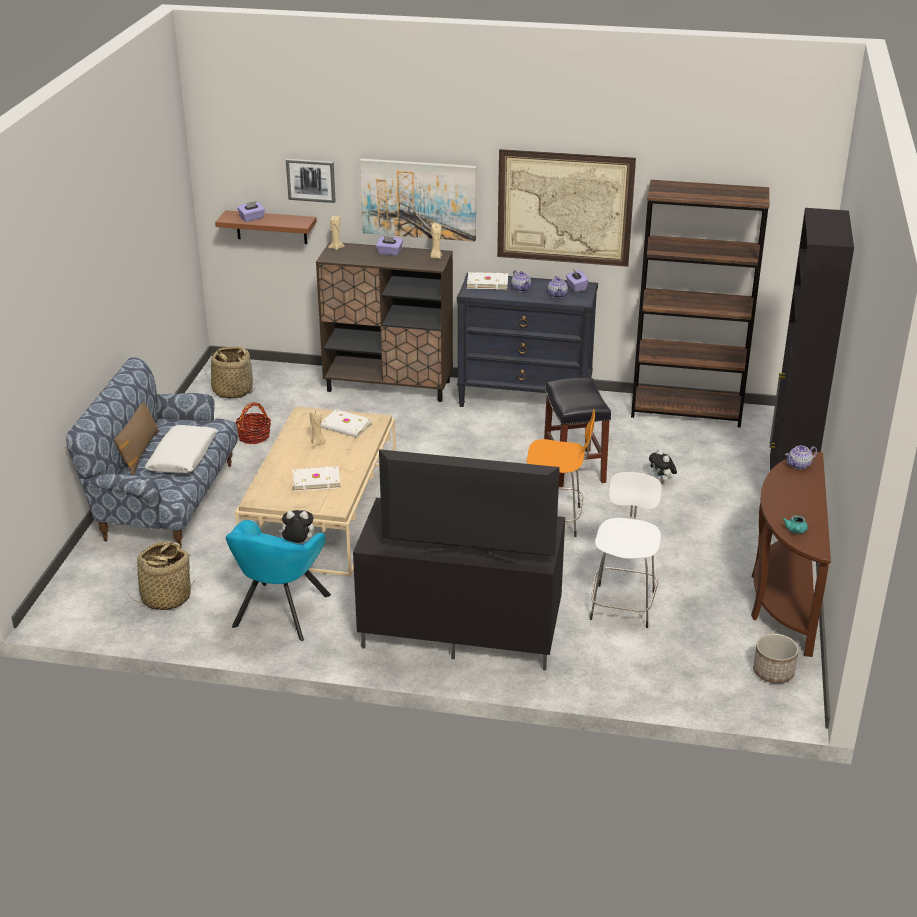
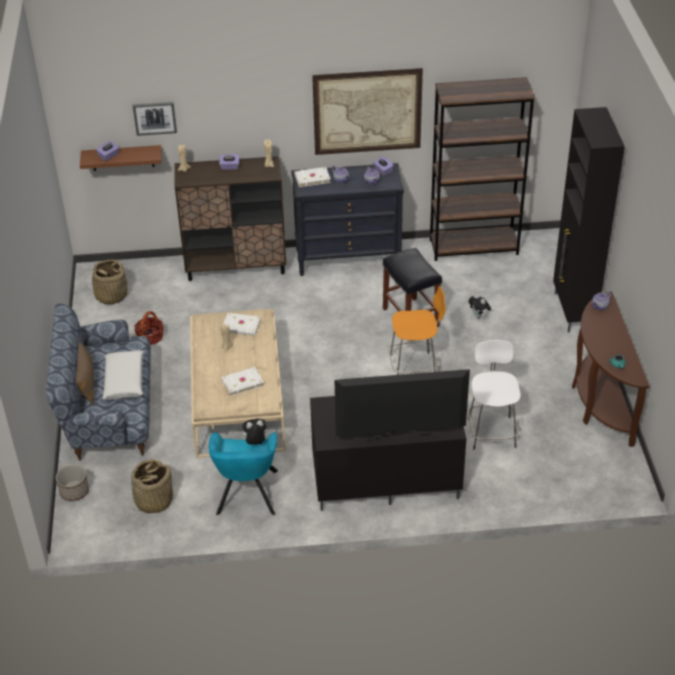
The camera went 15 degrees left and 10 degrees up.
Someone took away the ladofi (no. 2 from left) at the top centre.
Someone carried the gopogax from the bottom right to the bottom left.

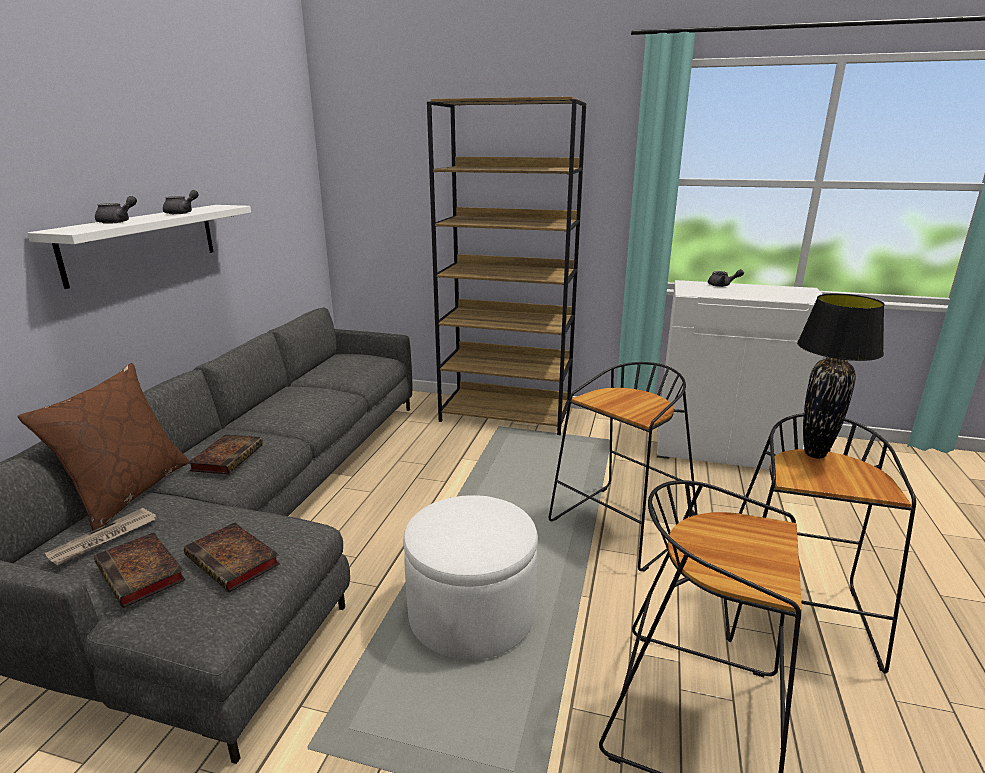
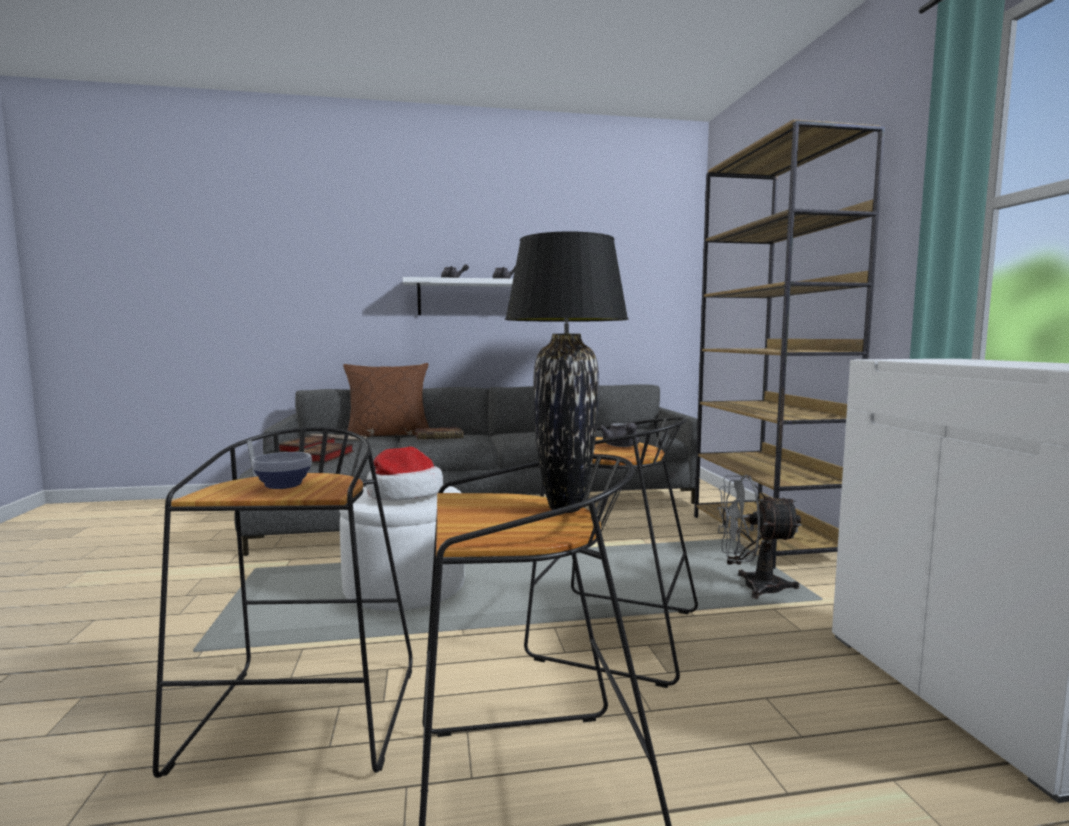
The camera went 65 degrees right and 15 degrees down.
Someone put down the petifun at the middle left.
Someone put down the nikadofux at the centre.
Someone put down the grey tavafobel at the middle right.
Someone carried the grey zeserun (no. 3 from left) from the middle right to the centre.

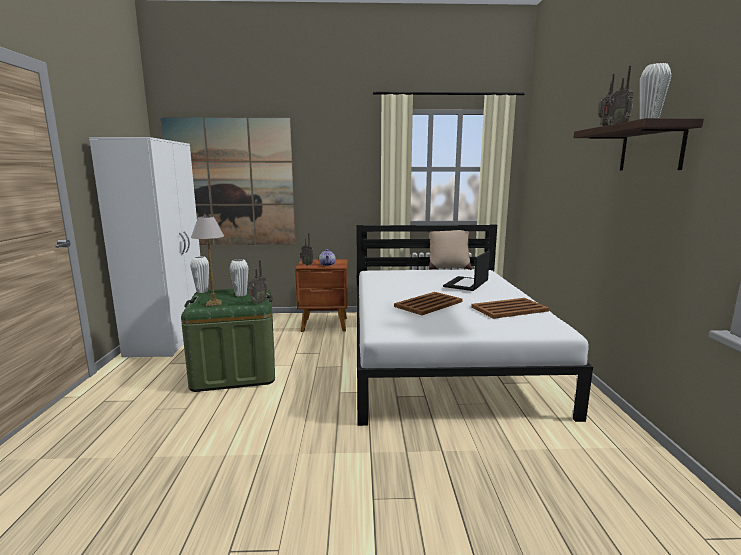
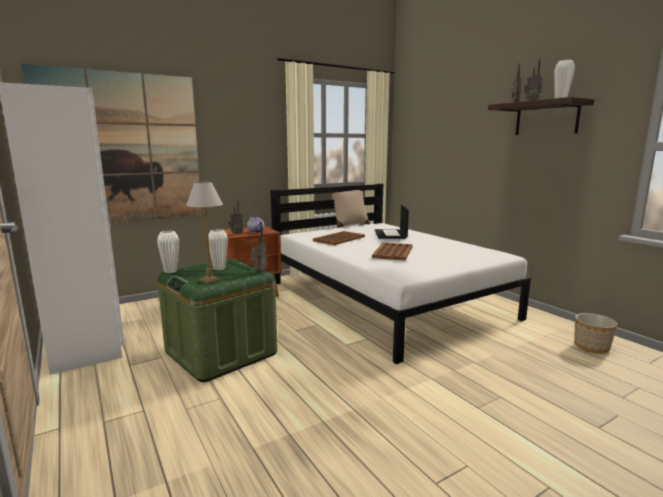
The camera went 30 degrees left and 0 degrees up.
Someone put down the gopogax at the bottom right.
Someone carried the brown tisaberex (no. 2 from left in the first image) from the middle right to the centre.

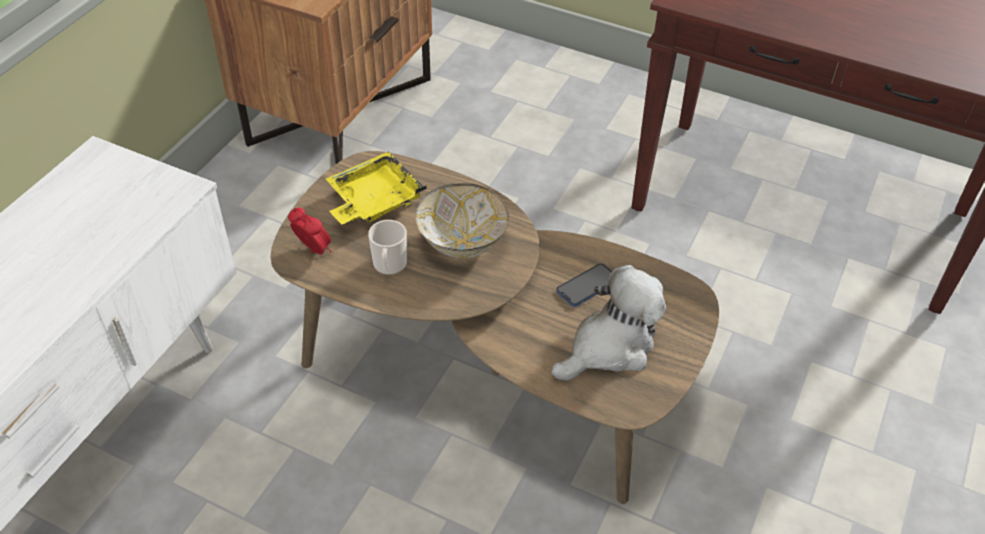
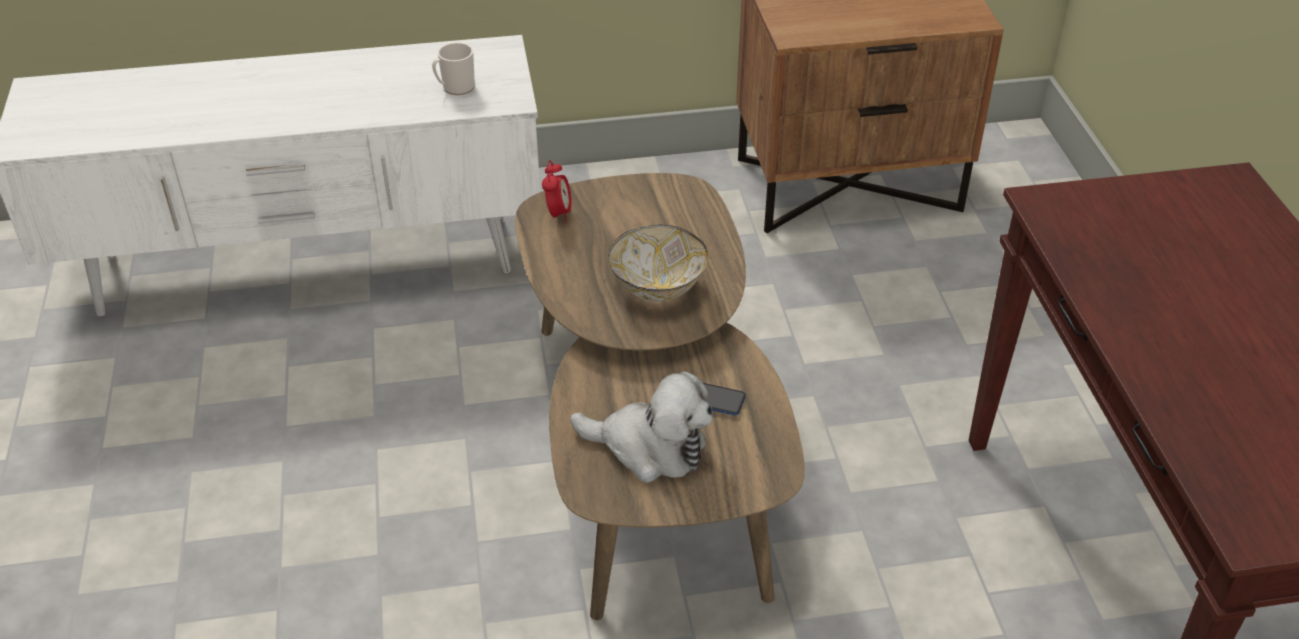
The camera went 55 degrees right and 5 degrees down.
Someone took away the yellow tisaberex at the centre.
Someone carried the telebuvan from the centre to the top centre.

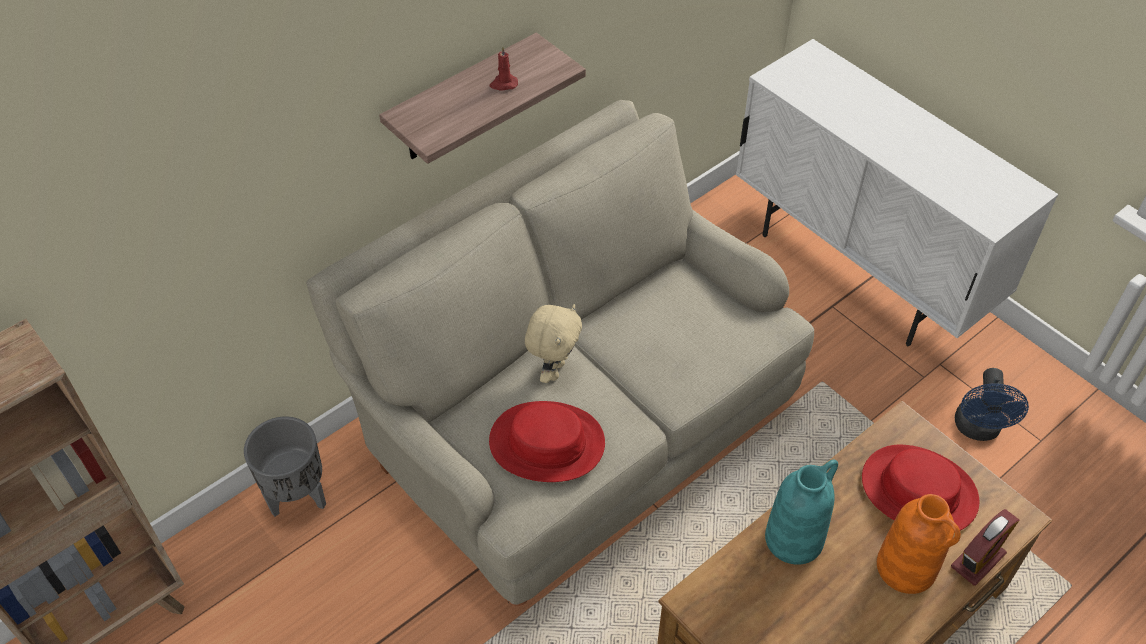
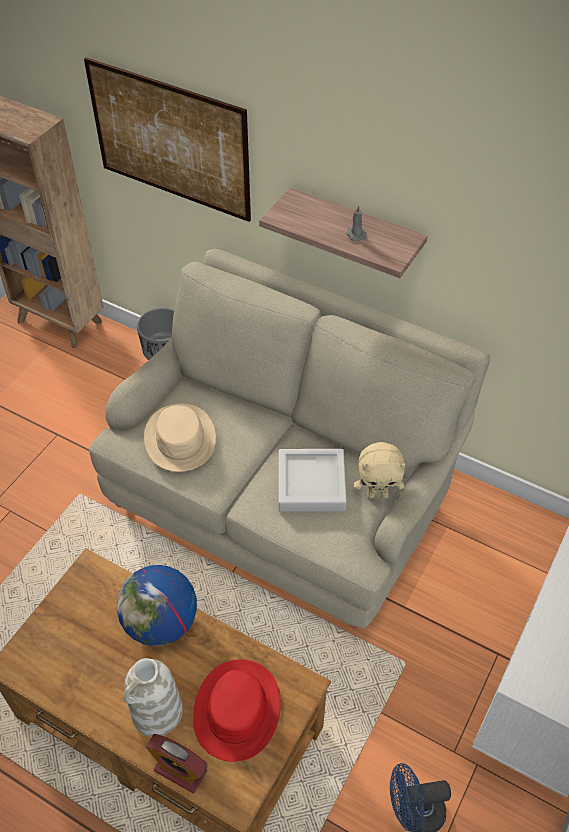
The camera went 70 degrees right and 0 degrees up.
Someone put up the ladofi at the top left.
Someone put down the grey tisaberex at the centre.
Someone carried the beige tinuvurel from the centre to the middle right.
Someone swapped the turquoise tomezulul at the bottom right for the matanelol at the bottom left.
Someone repainted the red nikadofux (no. 1 from left) at the bottom centre, which became the beige nikadofux at the middle left.
Someone repainted the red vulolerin at the top centre, which became the grey vulolerin at the top centre.
Someone repainted the orange tomezulul at the bottom right, which became the white tomezulul at the bottom left.

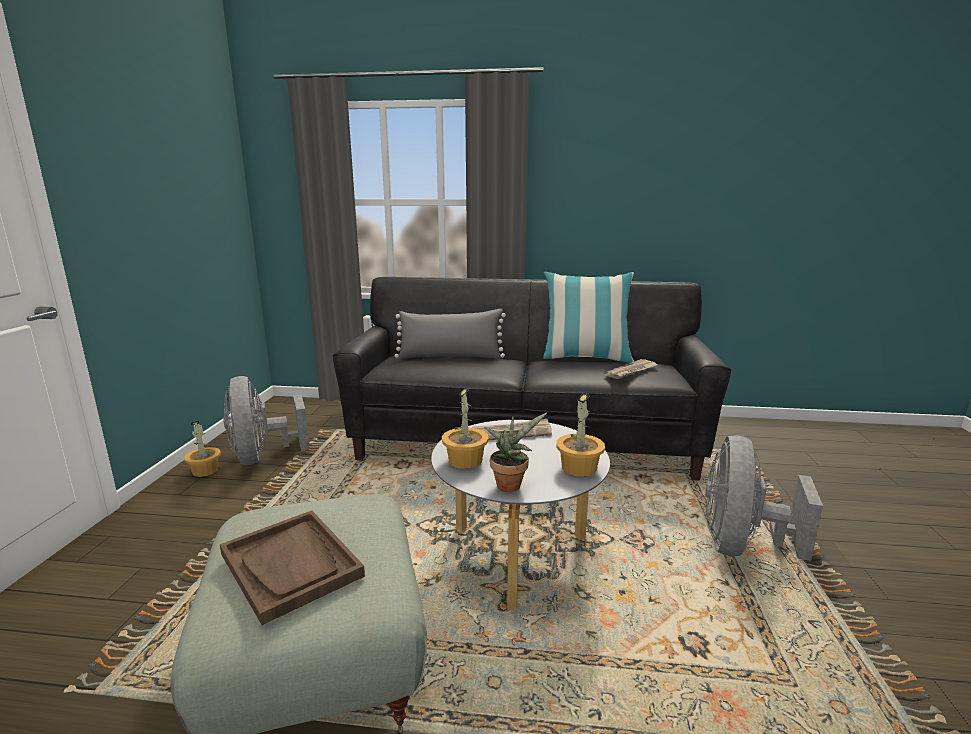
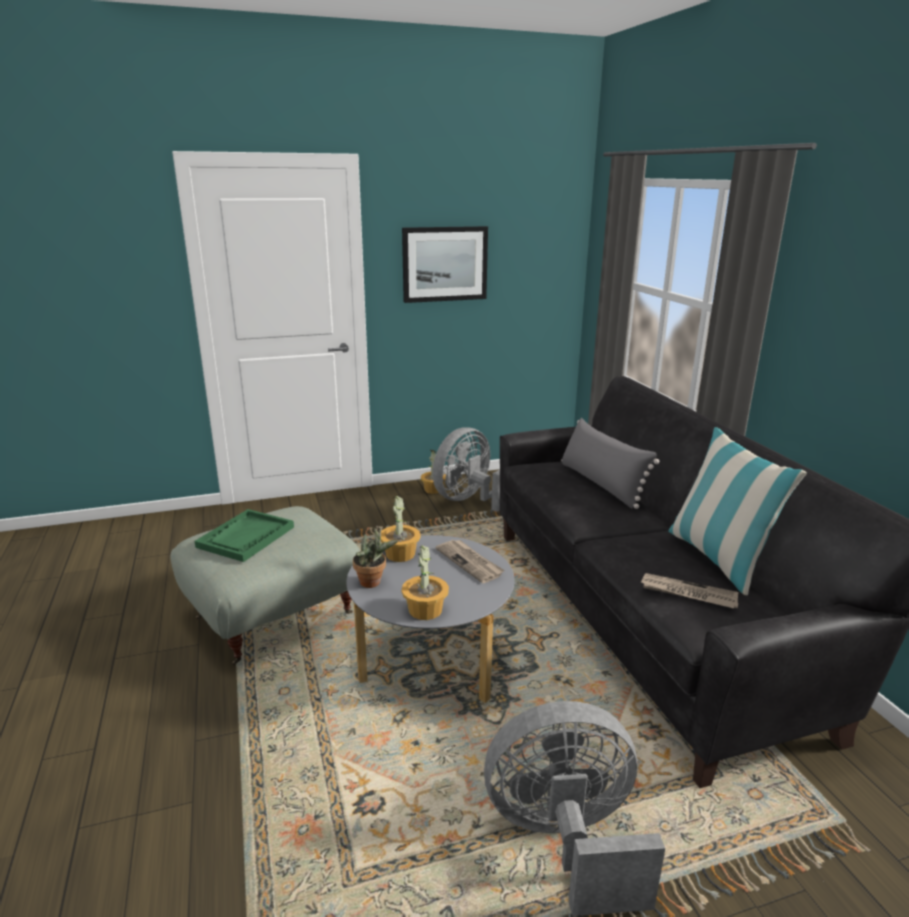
The camera went 65 degrees right and 5 degrees up.
Someone put up the ladofi at the top centre.
Someone repainted the brown tisaberex at the bottom left, which became the green tisaberex at the middle left.

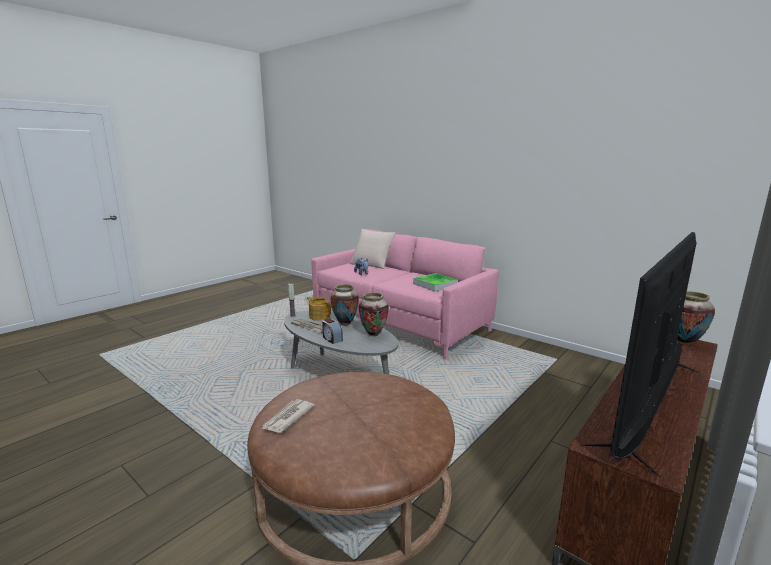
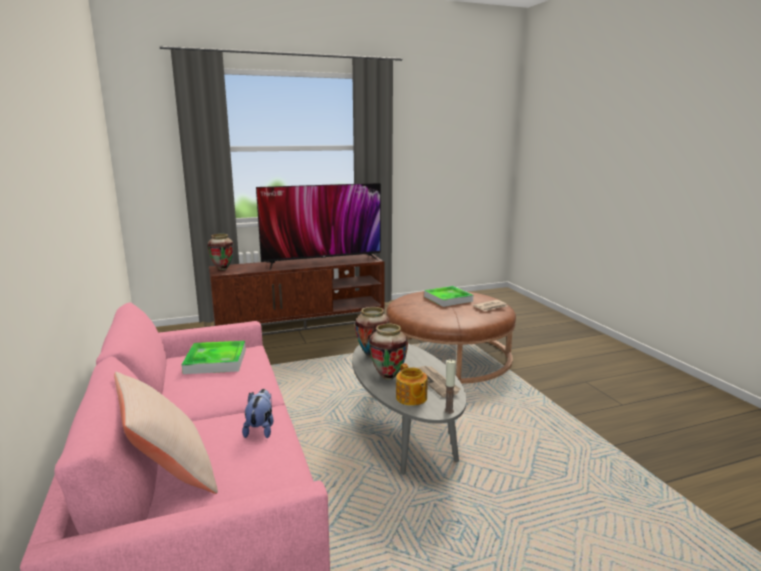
The camera went 150 degrees left and 0 degrees up.
Someone took away the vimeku at the centre.
Someone put down the tisaberex (no. 2 from left) at the centre.

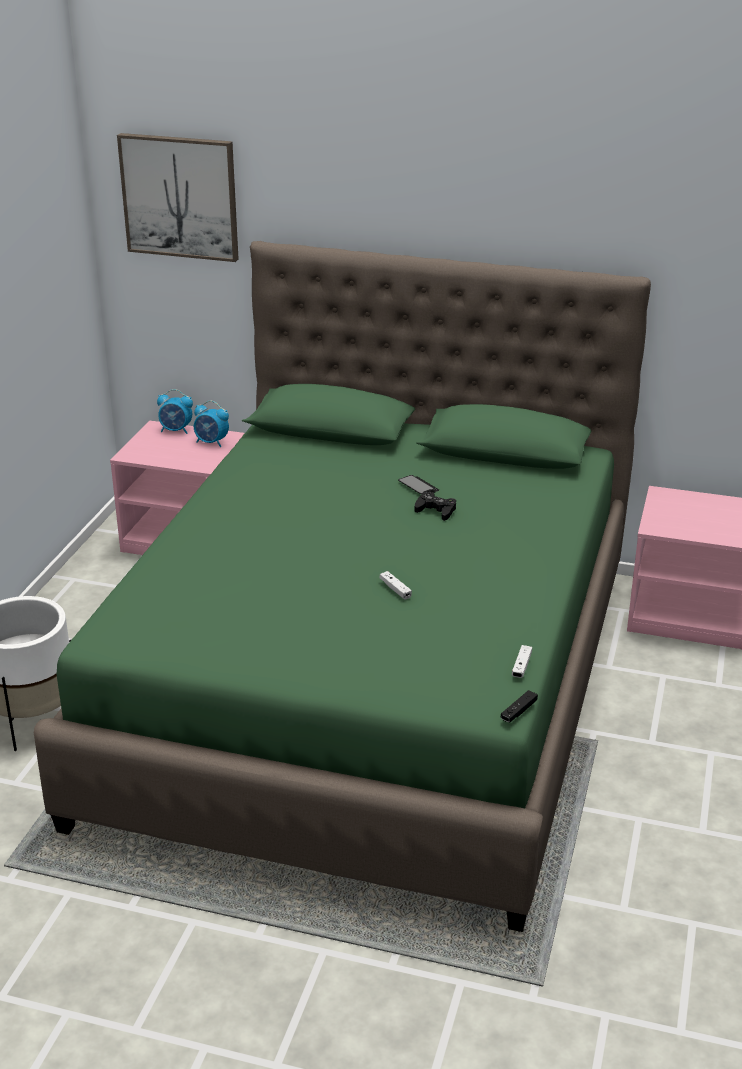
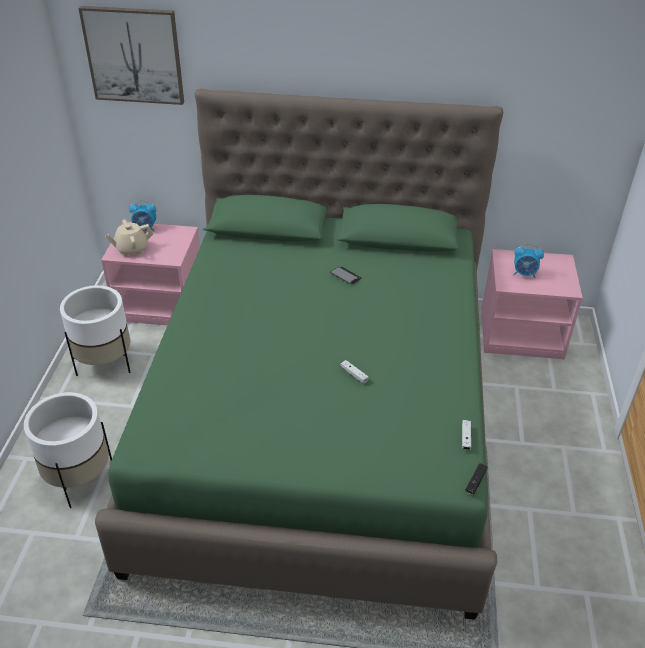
The camera went 10 degrees left and 10 degrees up.
Someone took away the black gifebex (no. 1 from left) at the centre.
Someone put down the white gopogax (no. 2 from left) at the middle left.
Someone put down the beige zeserun at the middle left.
Someone carried the vimeku (no. 2 from left) from the middle left to the middle right.

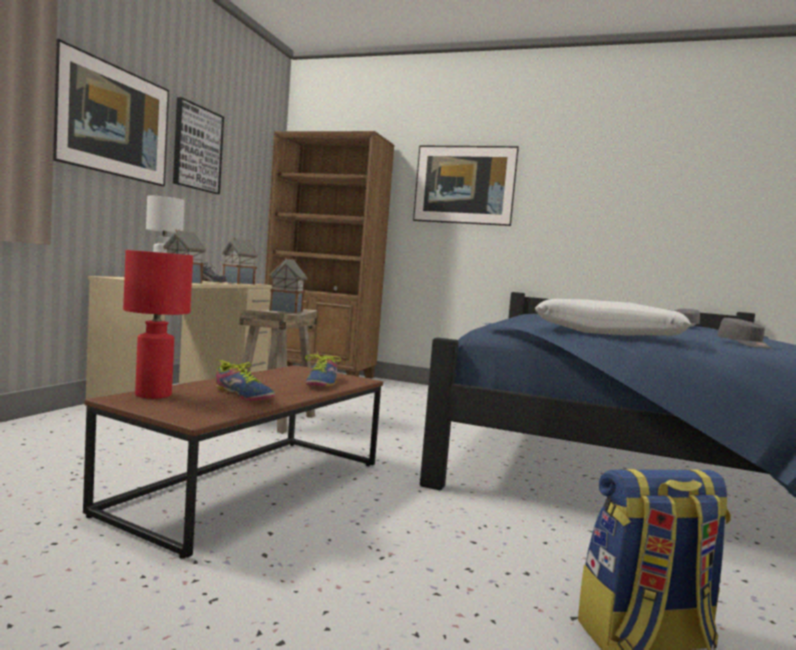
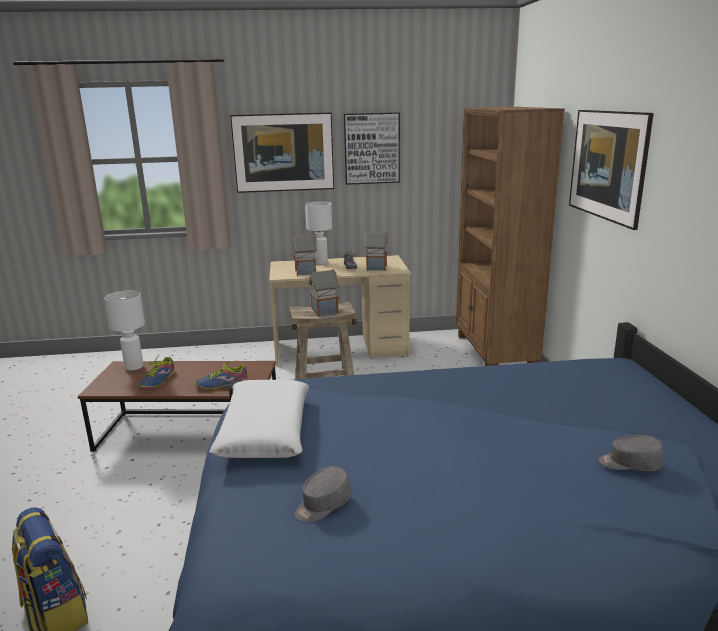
The camera went 65 degrees right and 15 degrees up.
Someone repainted the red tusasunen at the middle left, which became the white tusasunen (no. 1 from left) at the middle left.

